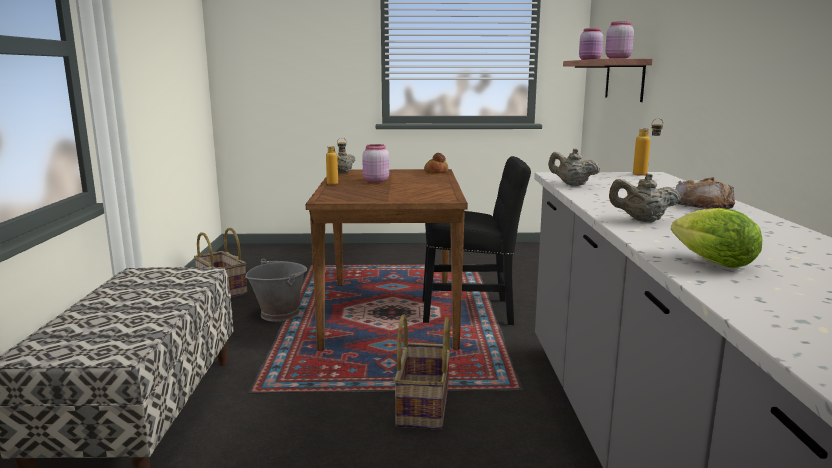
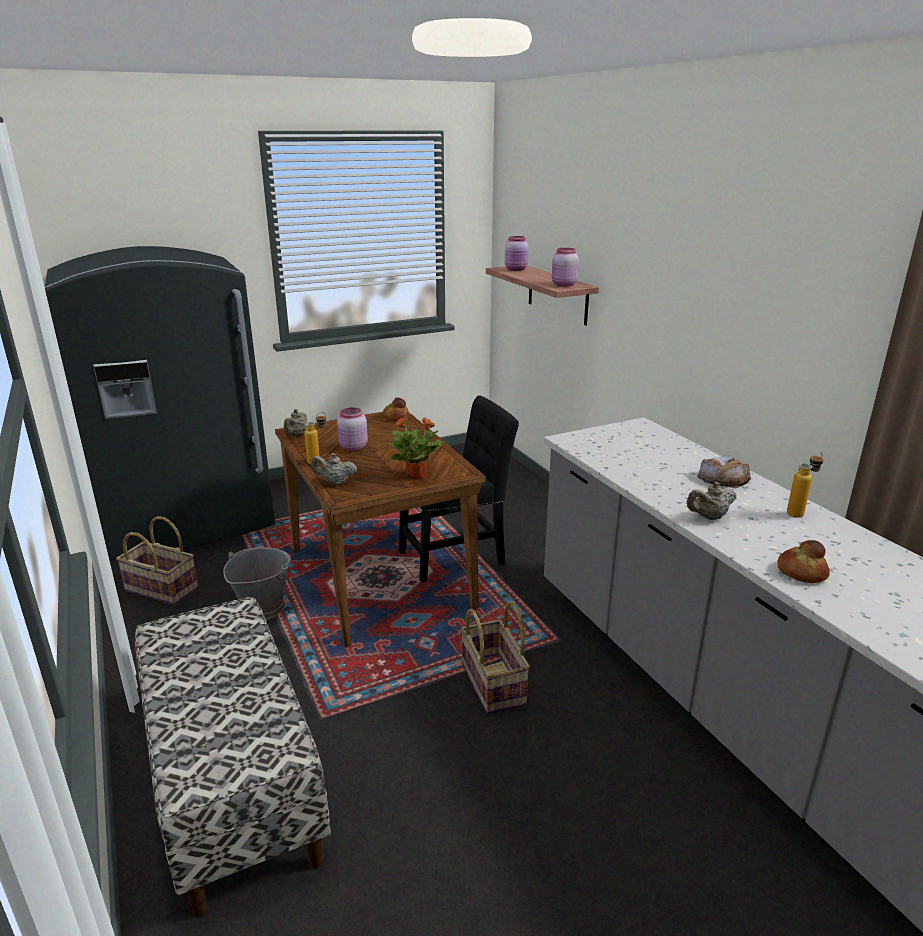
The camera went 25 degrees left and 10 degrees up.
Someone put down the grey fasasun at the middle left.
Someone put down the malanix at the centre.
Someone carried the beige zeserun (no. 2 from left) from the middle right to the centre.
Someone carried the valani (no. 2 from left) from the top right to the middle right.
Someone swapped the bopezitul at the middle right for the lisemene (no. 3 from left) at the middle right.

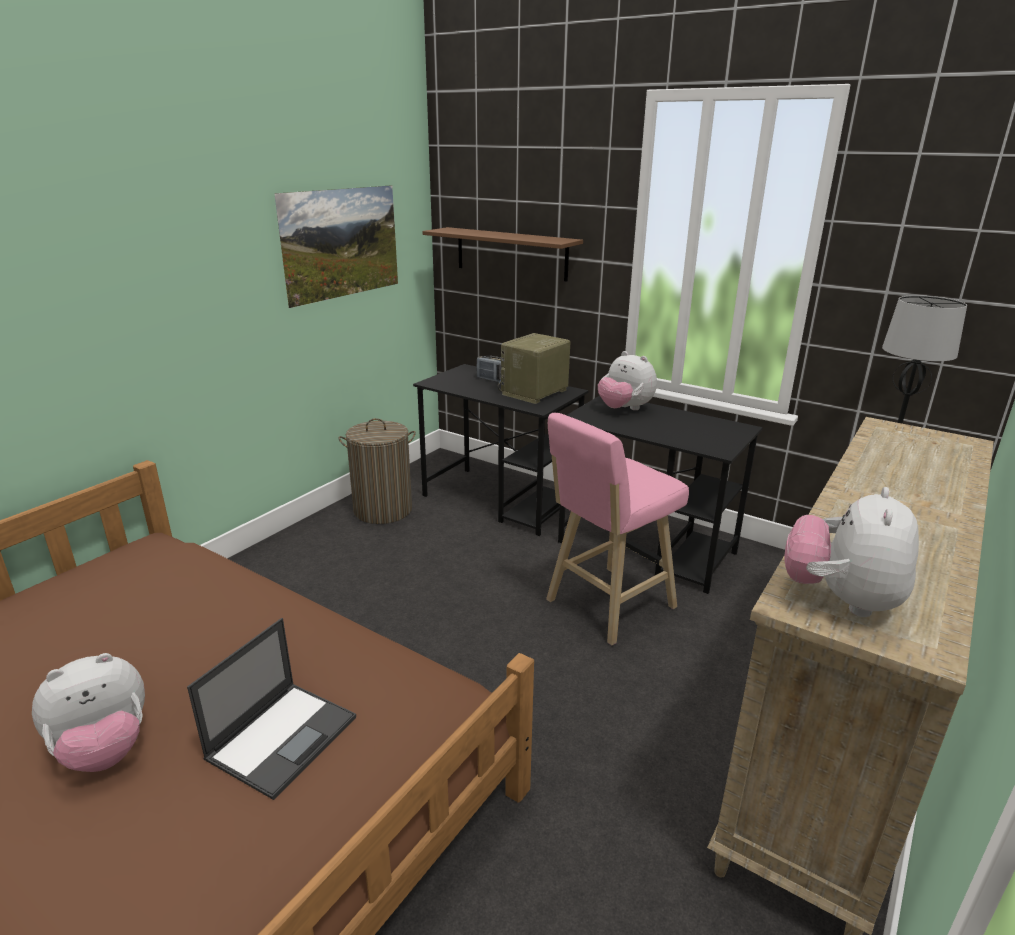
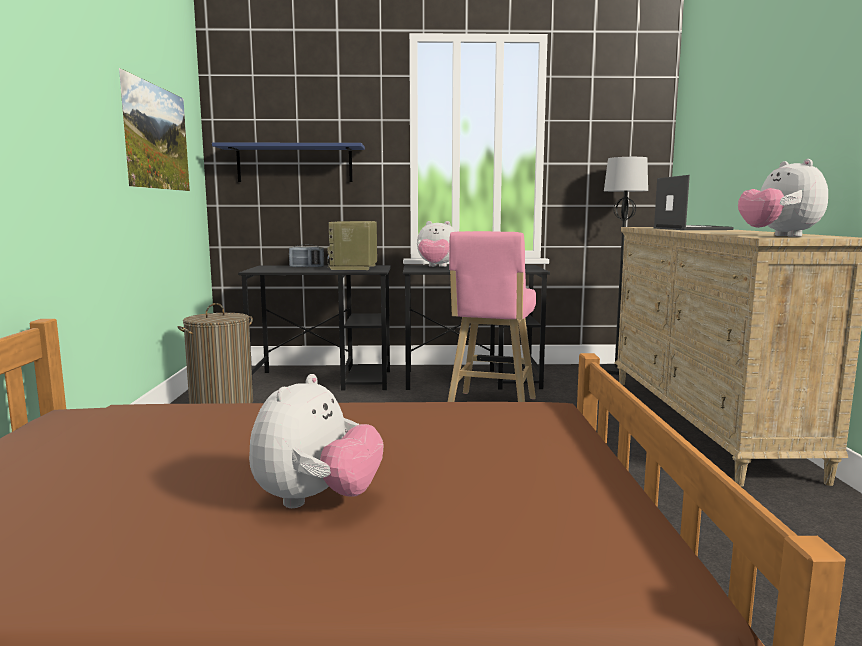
The camera went 35 degrees left and 15 degrees down.
Someone carried the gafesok from the bottom left to the top right.
Someone repainted the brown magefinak at the top centre, which became the blue magefinak at the top centre.

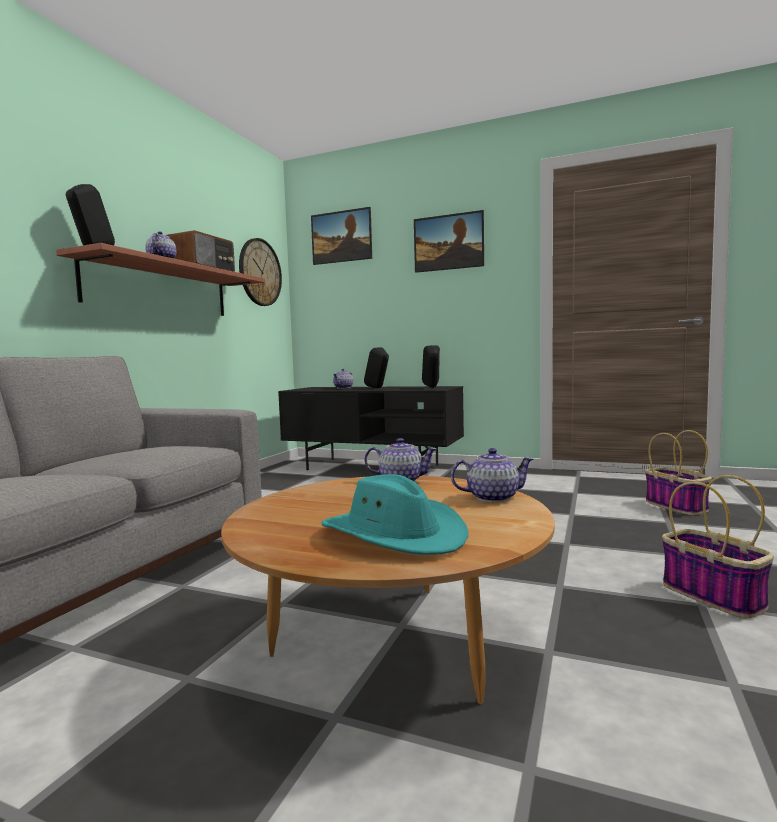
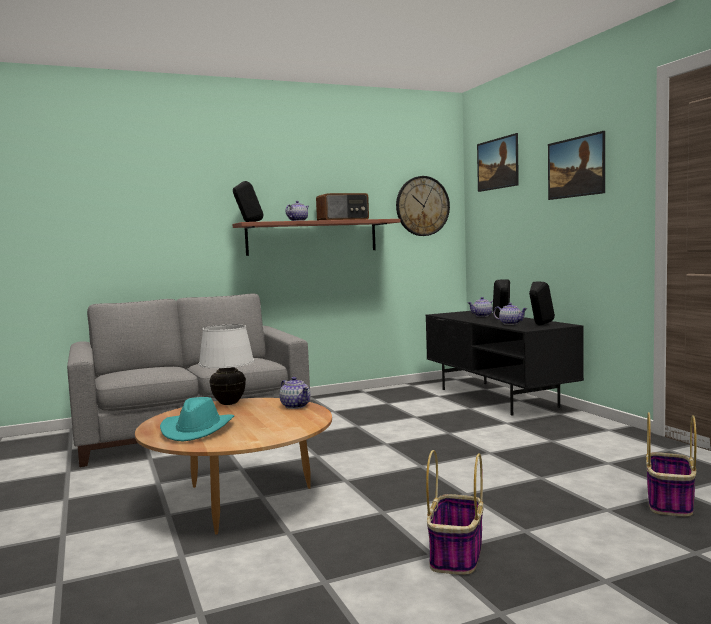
The camera went 45 degrees right and 0 degrees up.
Someone put down the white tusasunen at the middle left.
Someone carried the zeserun (no. 4 from left) from the centre to the middle right.

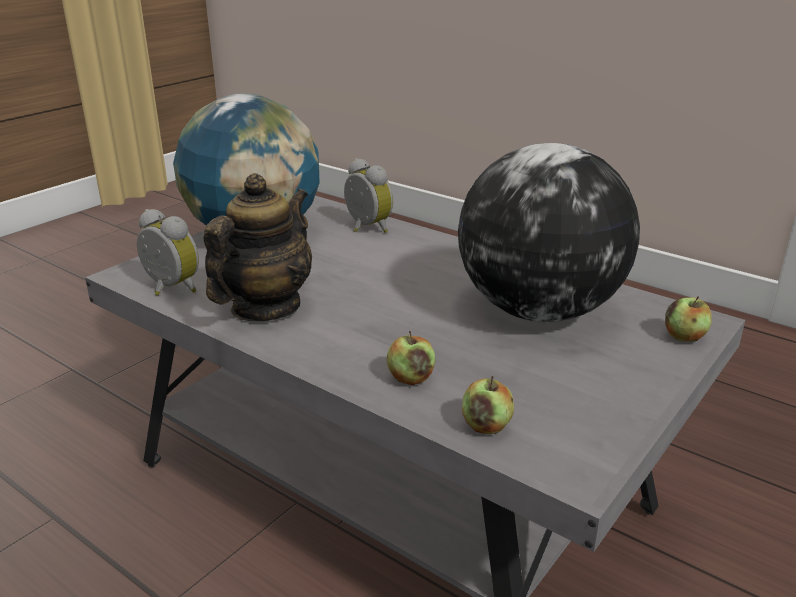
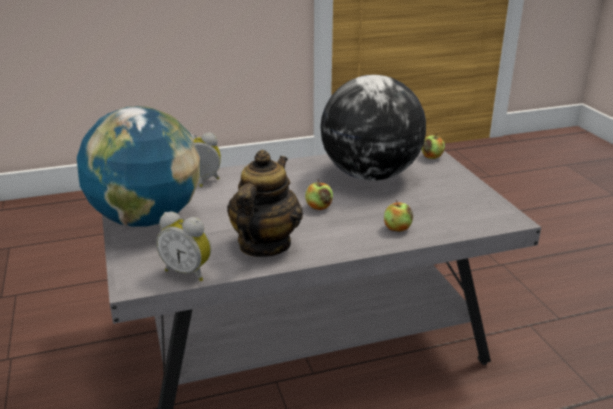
The camera went 55 degrees left and 0 degrees up.
Someone carried the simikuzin (no. 2 from left in the first image) from the bottom centre to the centre.
Someone rotated the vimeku (no. 1 from left) at the middle left by 135 degrees counterclockwise.
Someone rotated the zeserun at the middle left by 45 degrees clockwise.

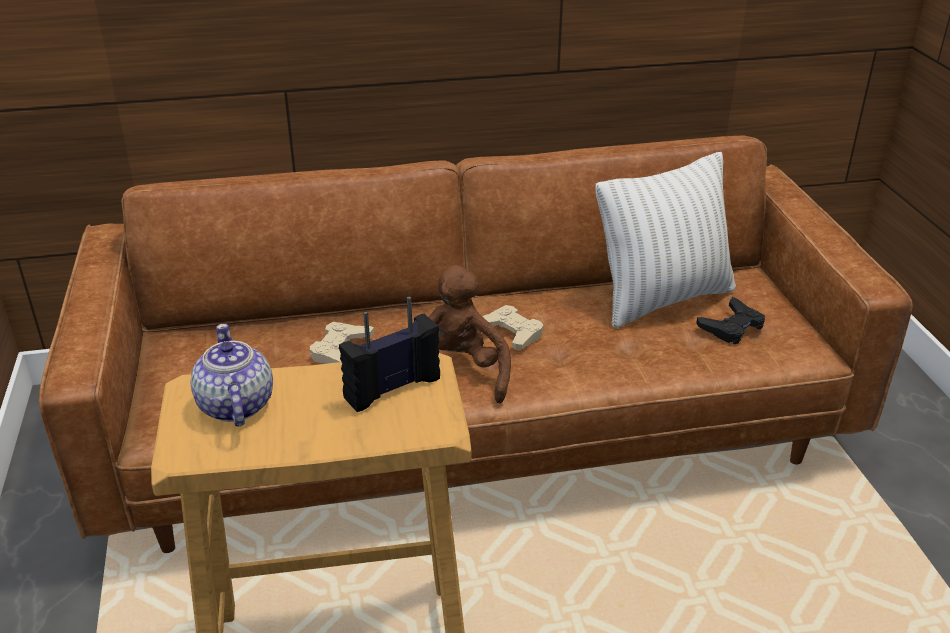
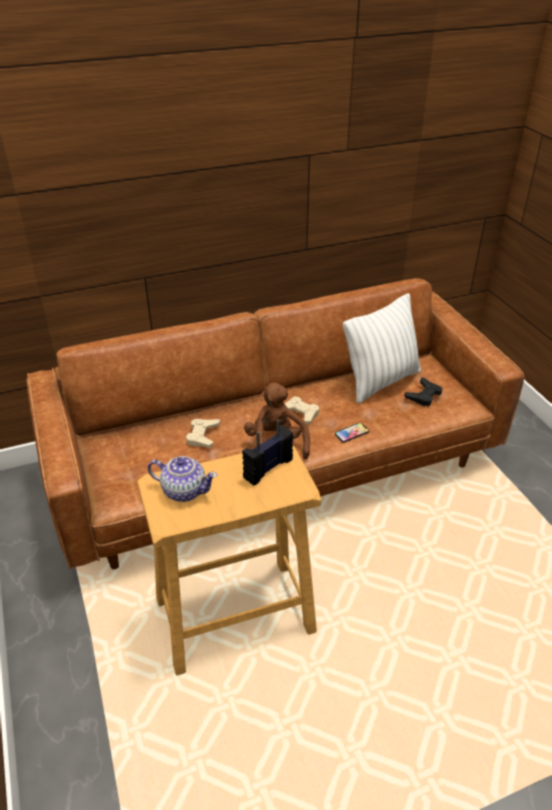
The camera went 10 degrees left and 5 degrees up.
Someone put down the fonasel at the centre.
Someone rotated the zeserun at the middle left by 135 degrees clockwise.

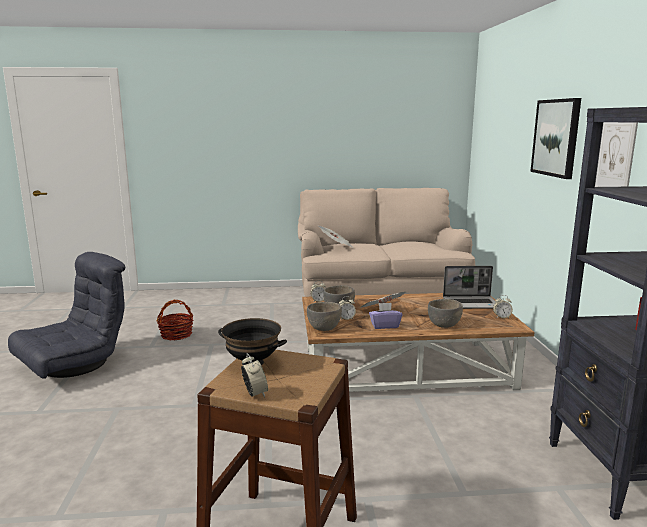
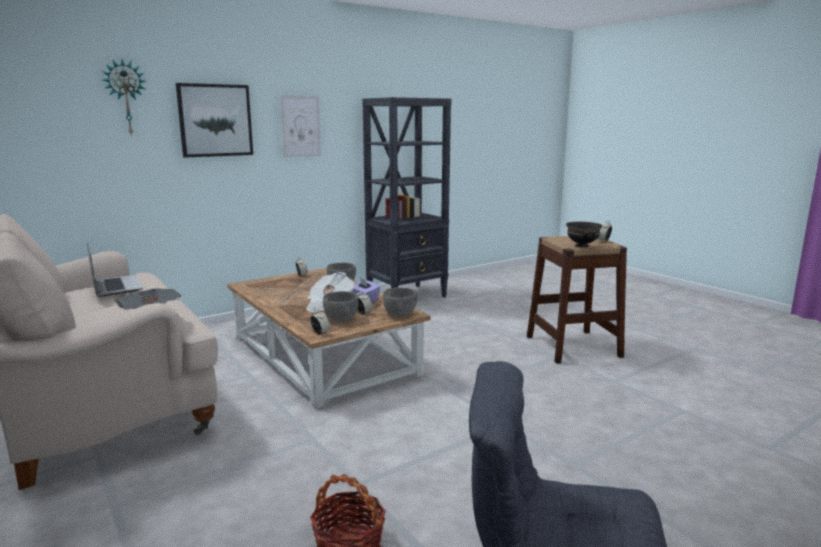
The camera went 120 degrees left and 0 degrees up.
Someone put up the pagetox at the top left.
Someone carried the gafesok from the middle right to the middle left.

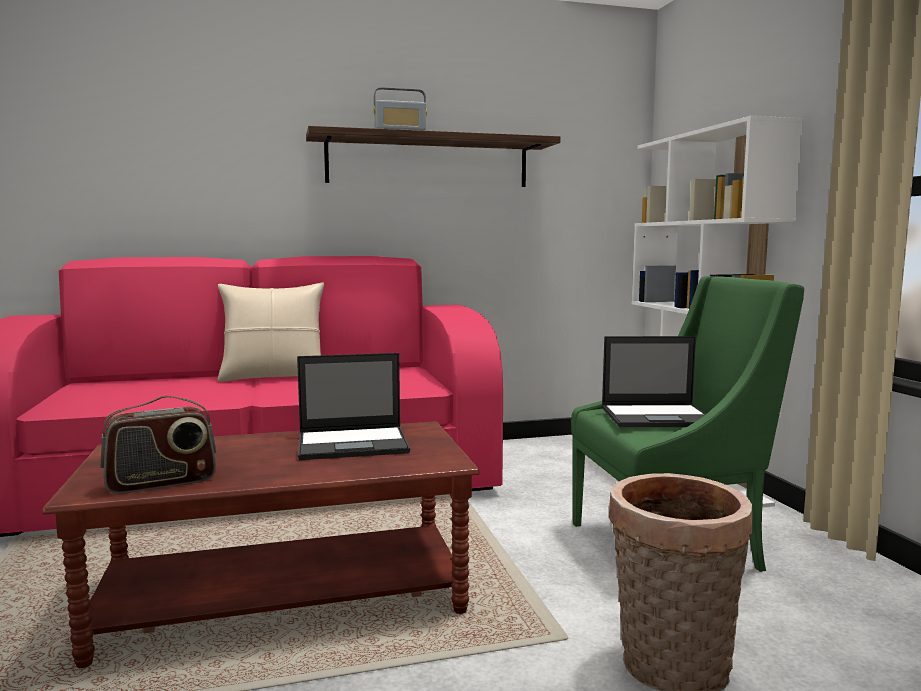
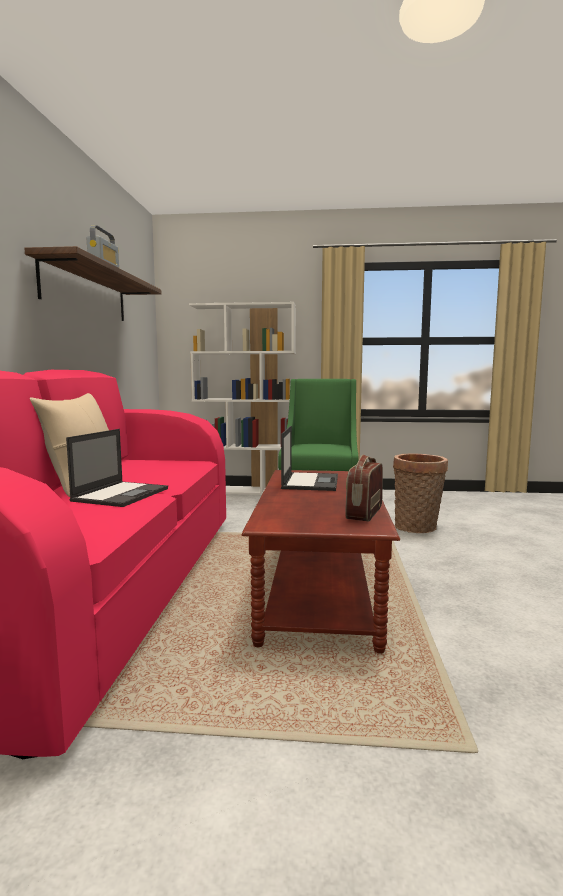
The camera went 70 degrees left and 0 degrees up.
Someone carried the gafesok (no. 2 from left in the first image) from the middle right to the middle left.
Someone rotated the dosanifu (no. 1 from left in the first image) at the middle left by 150 degrees counterclockwise.

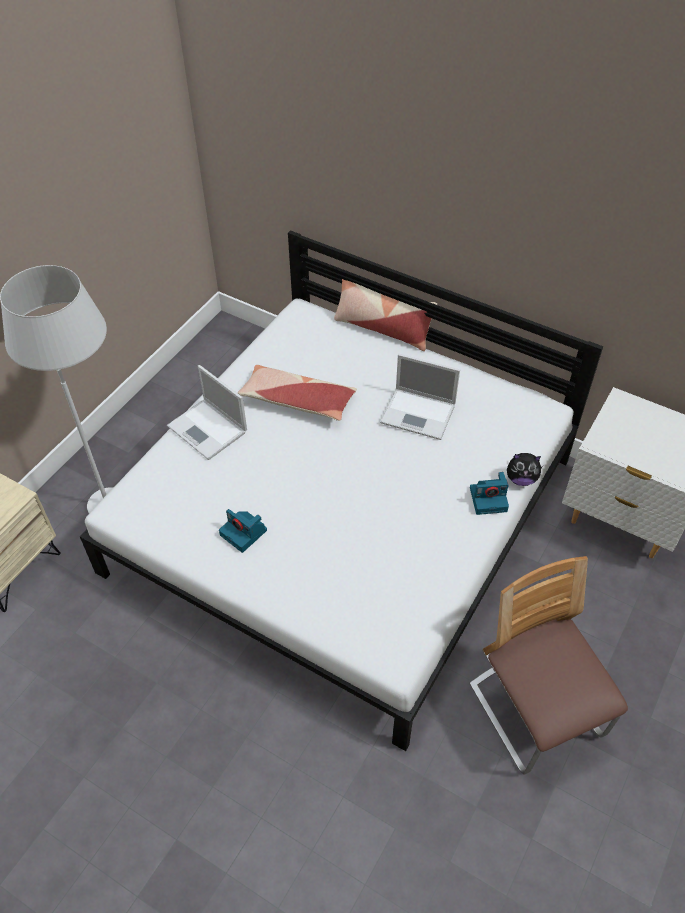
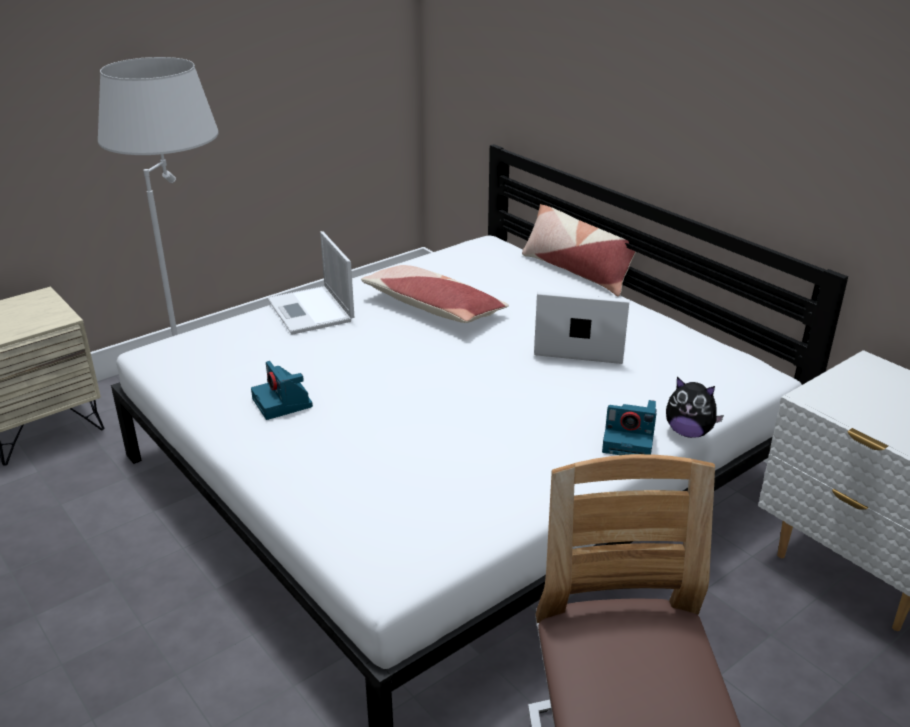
The camera went 20 degrees right and 20 degrees down.
Someone rotated the gafesok (no. 2 from left) at the centre by 150 degrees clockwise.

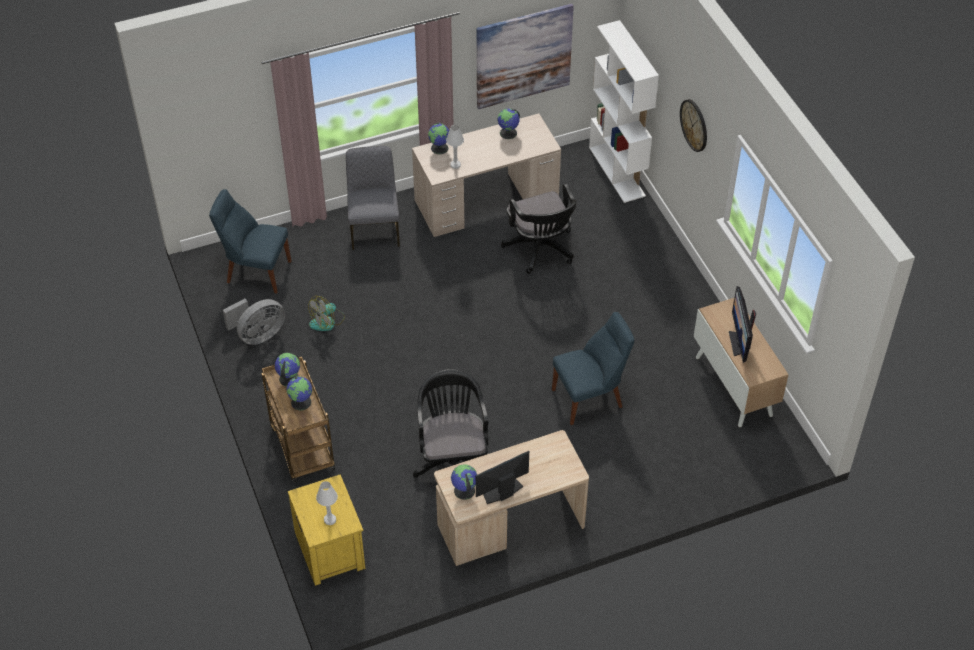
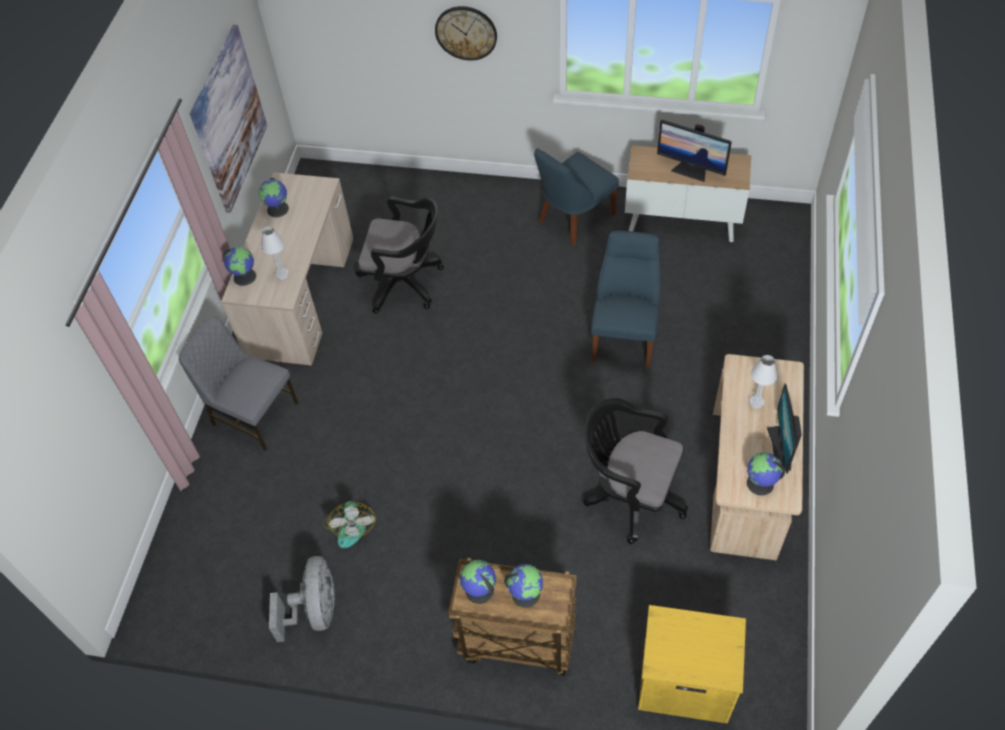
The camera went 55 degrees left and 5 degrees up.
Someone took away the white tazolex at the top centre.
Someone carried the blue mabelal (no. 1 from left) from the middle left to the top centre.
Someone carried the white tusasunen (no. 1 from left in the first image) from the bottom centre to the middle right.

